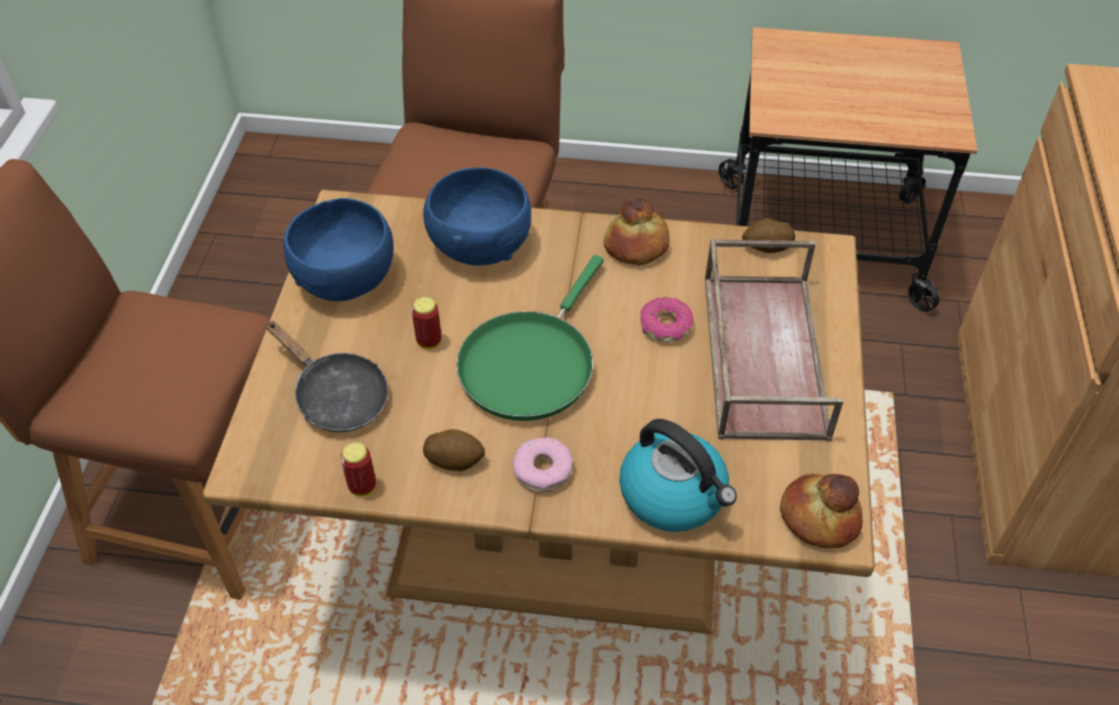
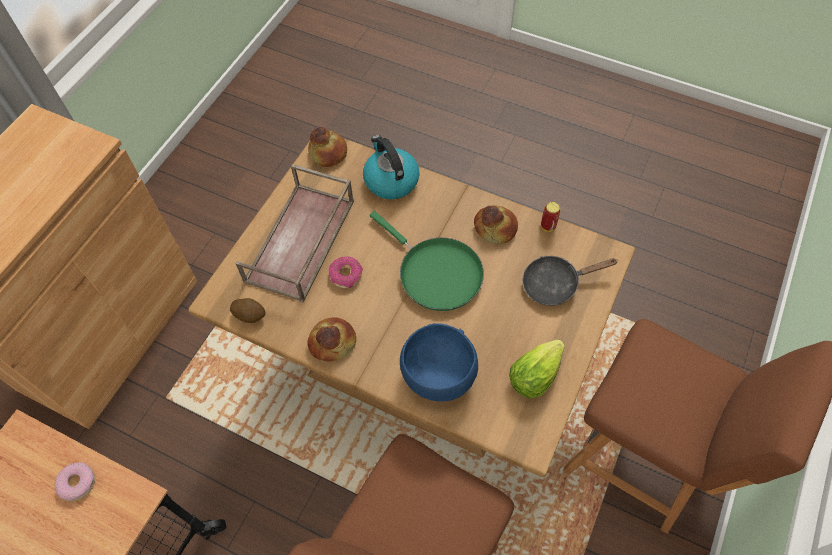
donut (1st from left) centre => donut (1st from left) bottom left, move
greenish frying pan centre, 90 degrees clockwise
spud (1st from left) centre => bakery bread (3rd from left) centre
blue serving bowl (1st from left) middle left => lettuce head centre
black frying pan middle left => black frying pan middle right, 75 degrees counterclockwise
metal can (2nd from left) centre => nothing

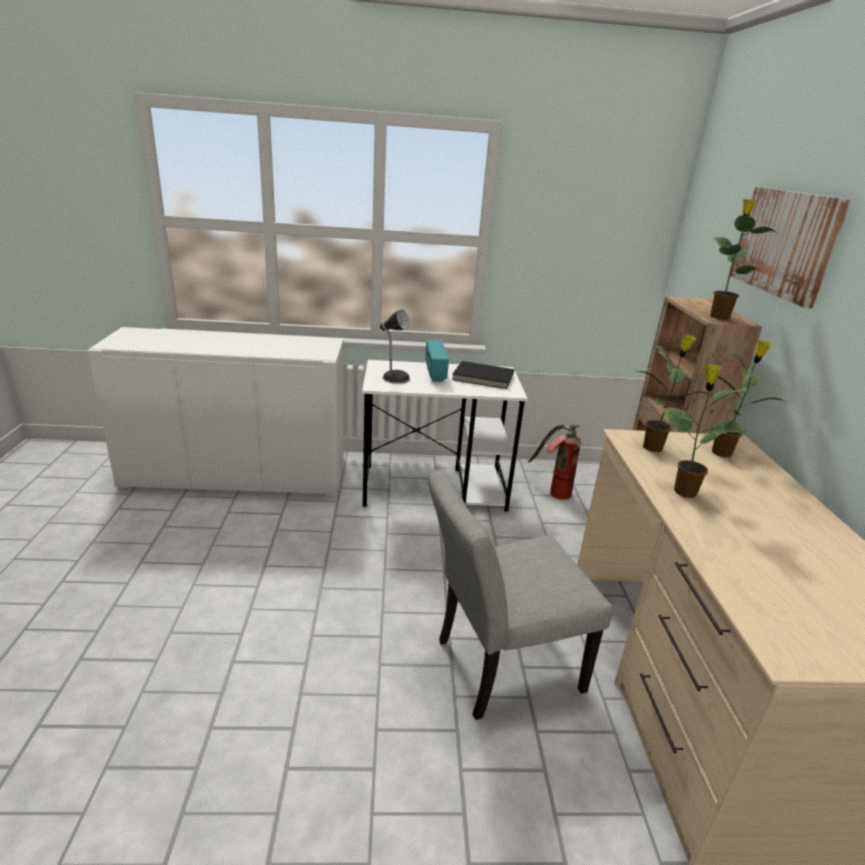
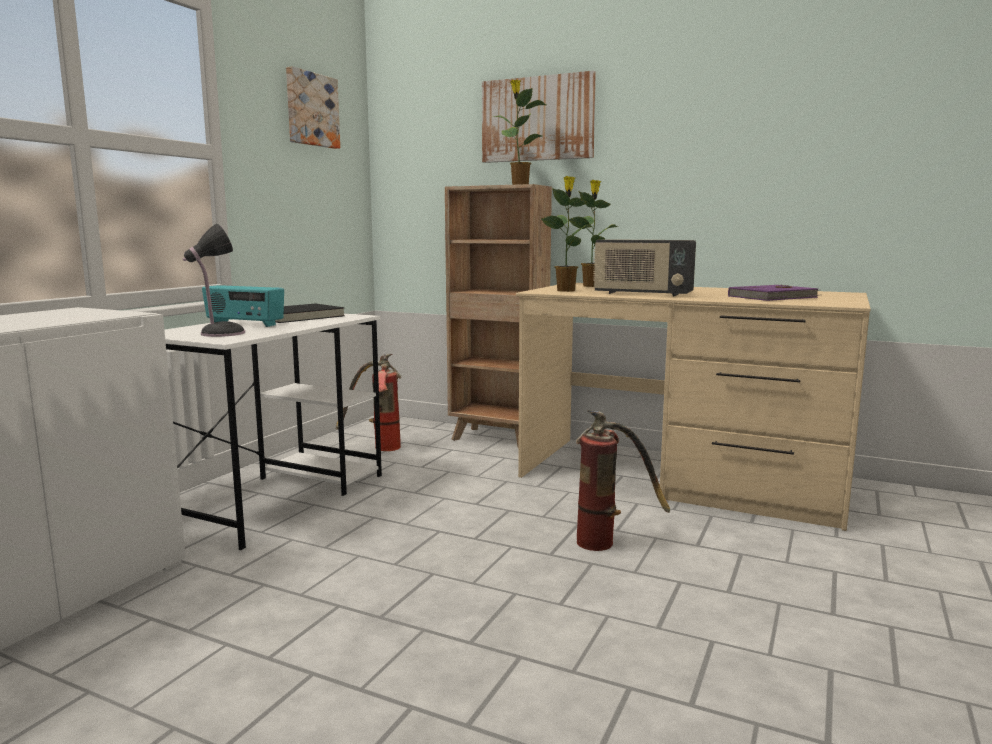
nothing => picture (1st from left) top left
grey chair bottom centre => fire extinguisher (2nd from left) centre
potted plant (2nd from left) middle right => radio (2nd from left) centre
nothing => purple-coloured book middle right

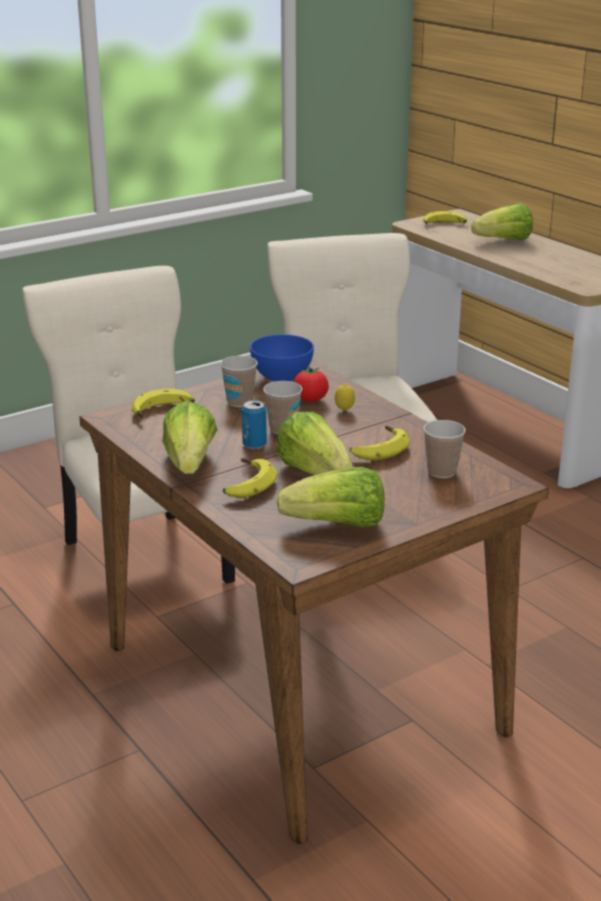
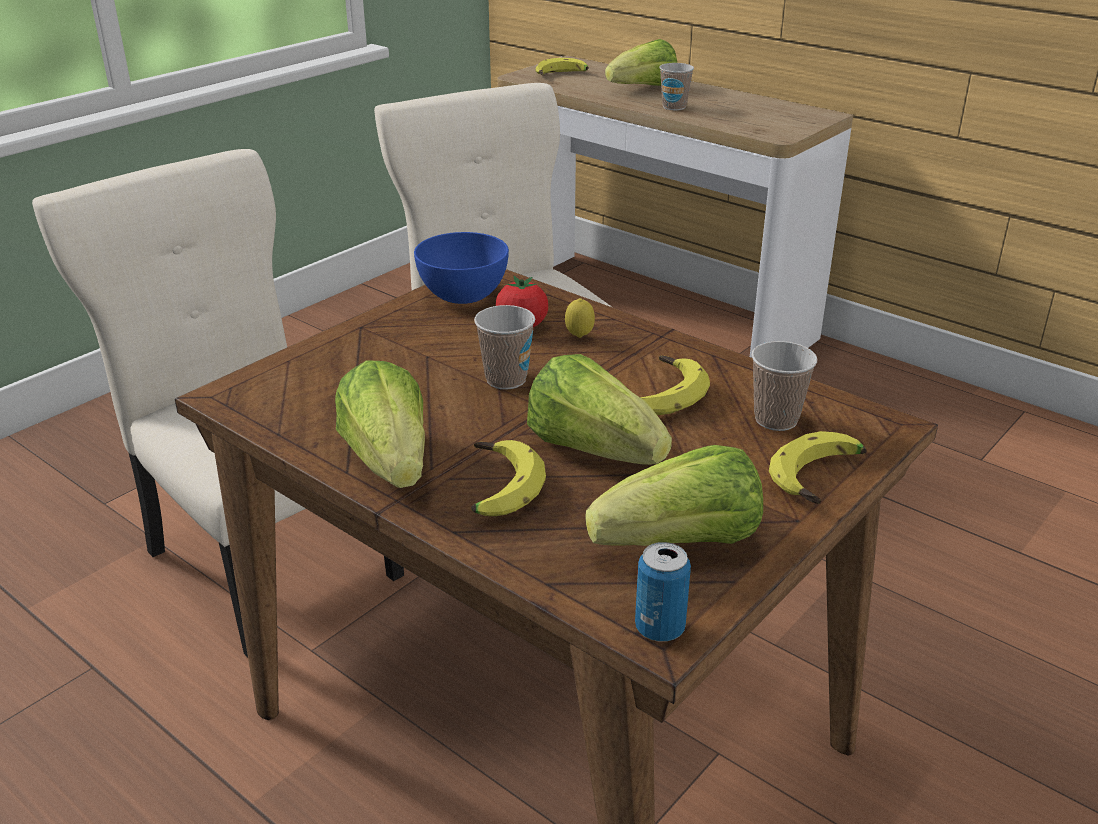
metal can centre => metal can bottom centre, move
drinking cup (1st from left in the first image) centre => drinking cup (2nd from left) top centre, move
banana fruit (1st from left in the first image) middle left => banana fruit (4th from left) middle right, move

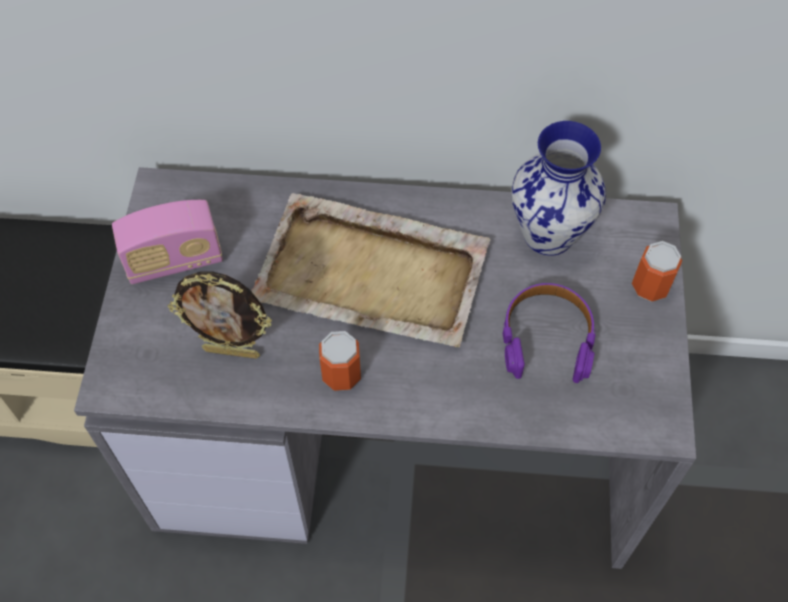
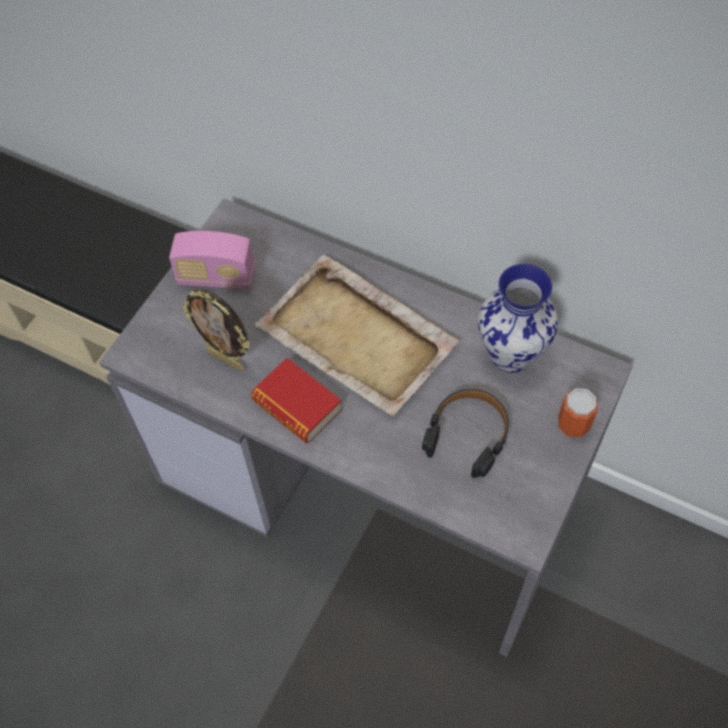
metal can (1st from left) centre => book centre
purple-coloured pair of headphones middle right => black pair of headphones centre

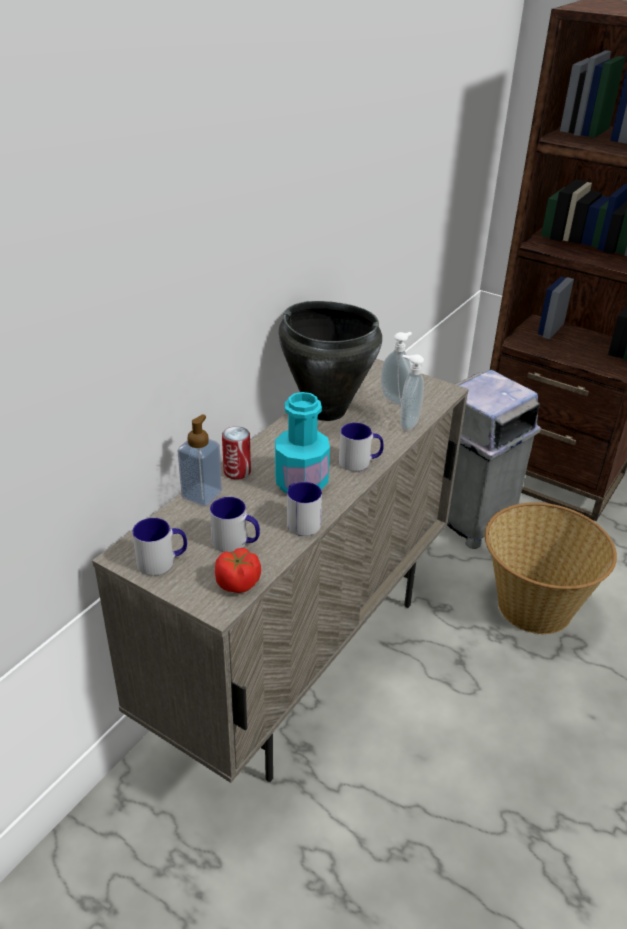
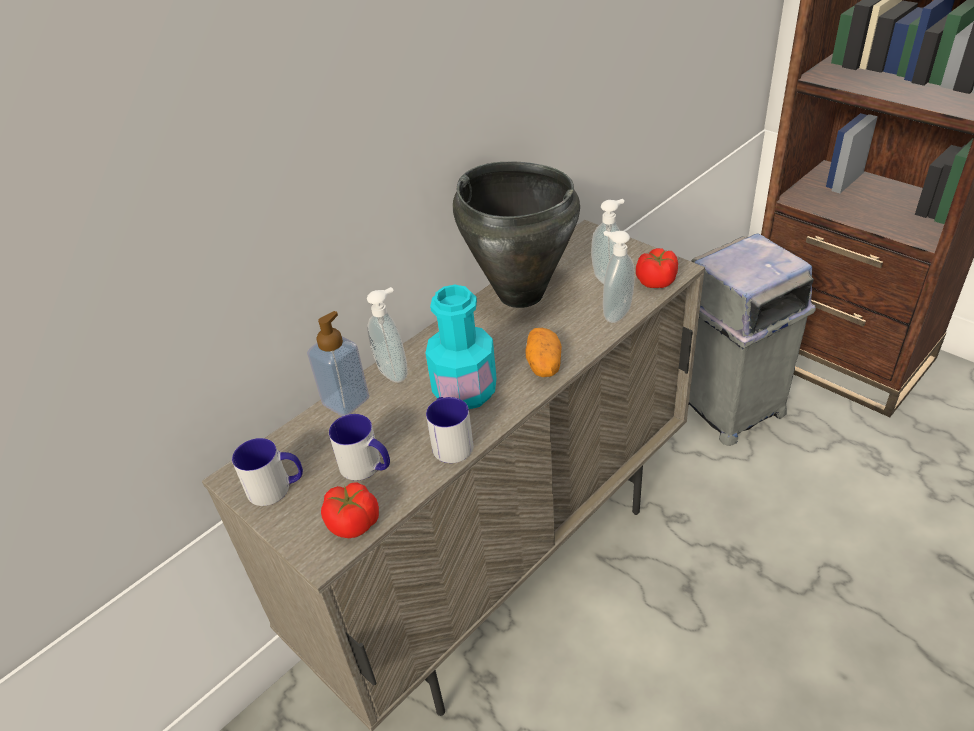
metal can centre => soap bottle (2nd from left) centre
mug (4th from left) centre => spud centre
nothing => fresh tomato (2nd from left) middle right
storage basket middle right => nothing

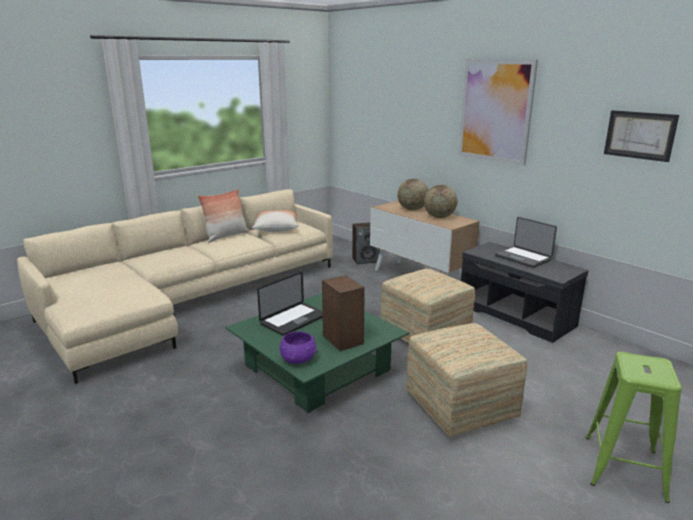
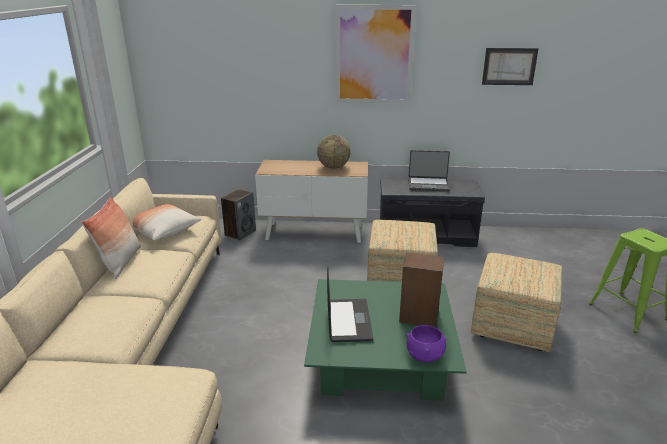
world globe (1st from left) centre => nothing

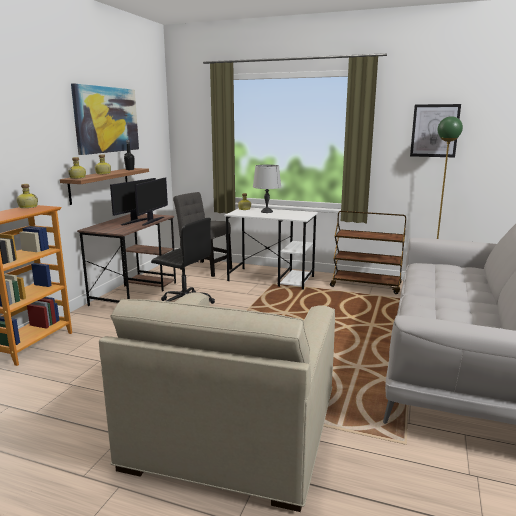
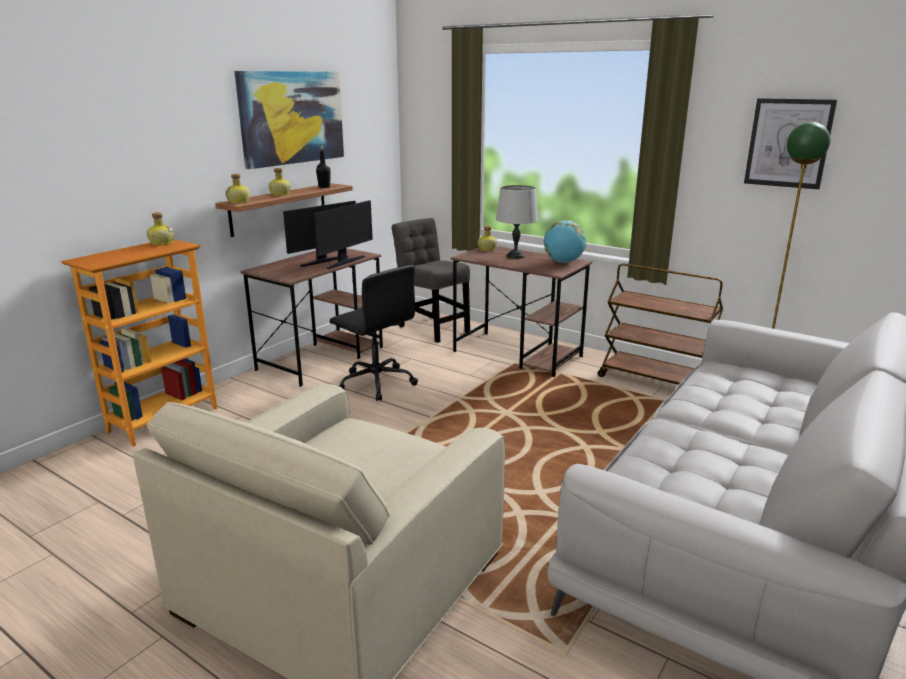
whitish desk unit centre => brownish desk unit (2nd from left) centre
nothing => world globe centre

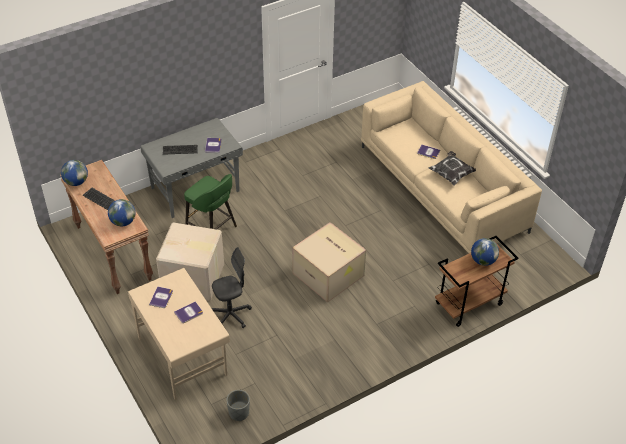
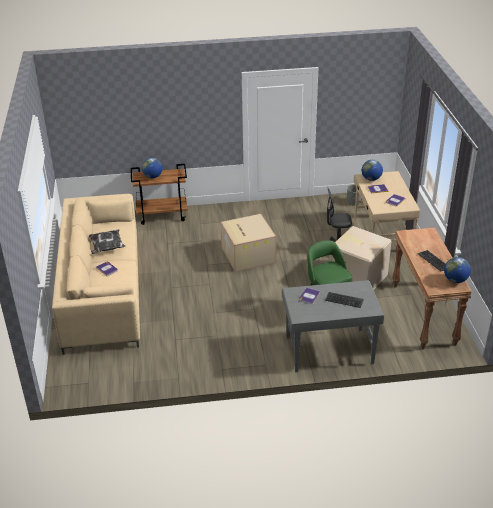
world globe (2nd from left) middle left => world globe (2nd from left) middle right, move

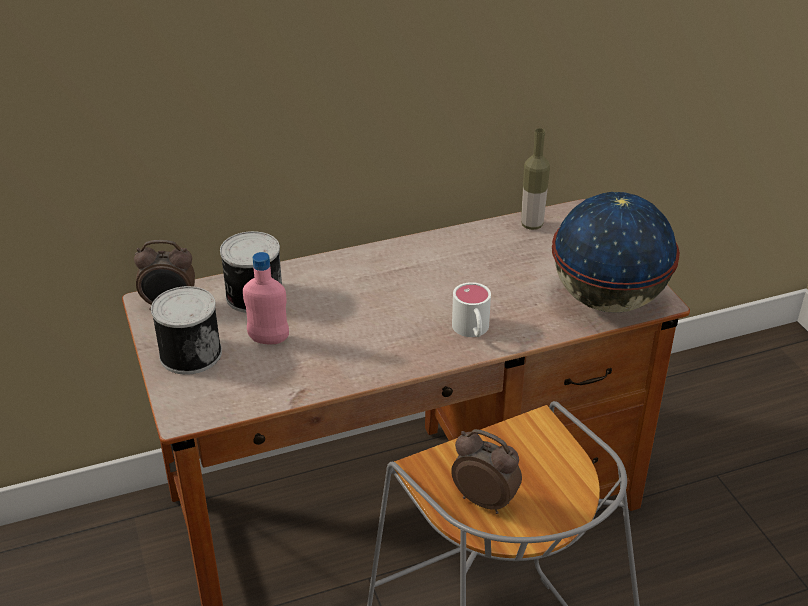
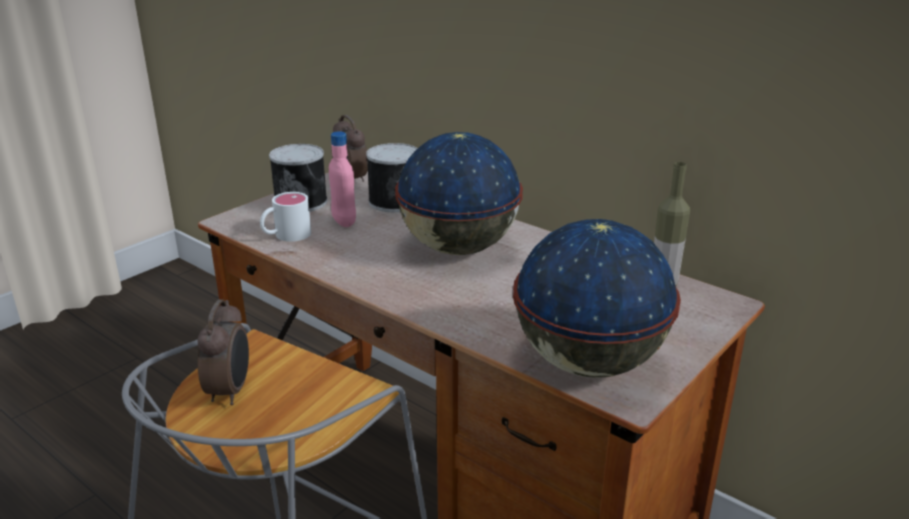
whitish mug centre => whitish mug middle left, move
nothing => world globe (1st from left) centre

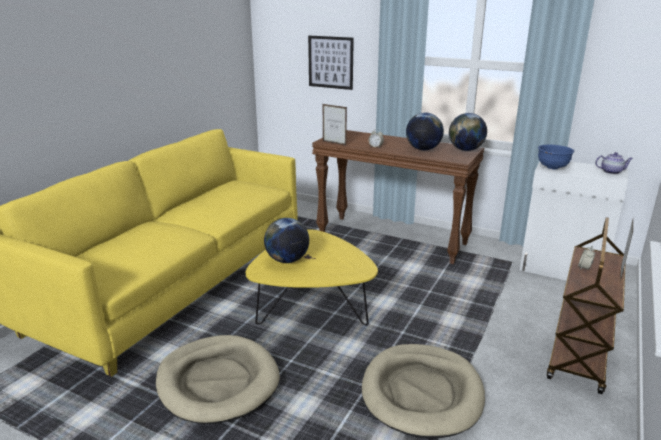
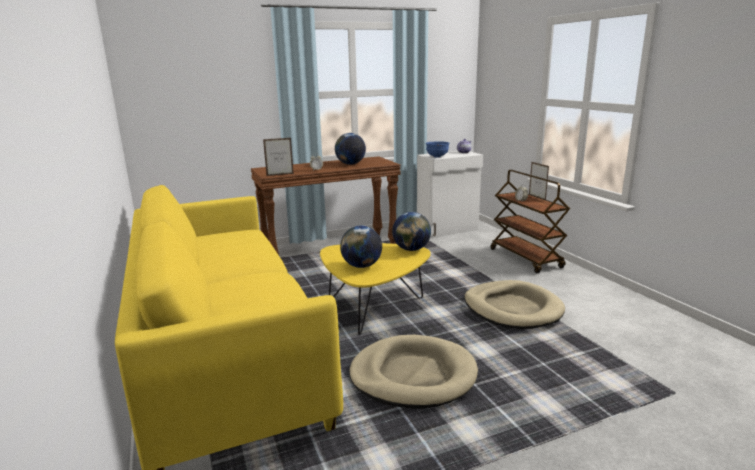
world globe (3rd from left) top right => world globe (3rd from left) centre, move
picture top centre => nothing

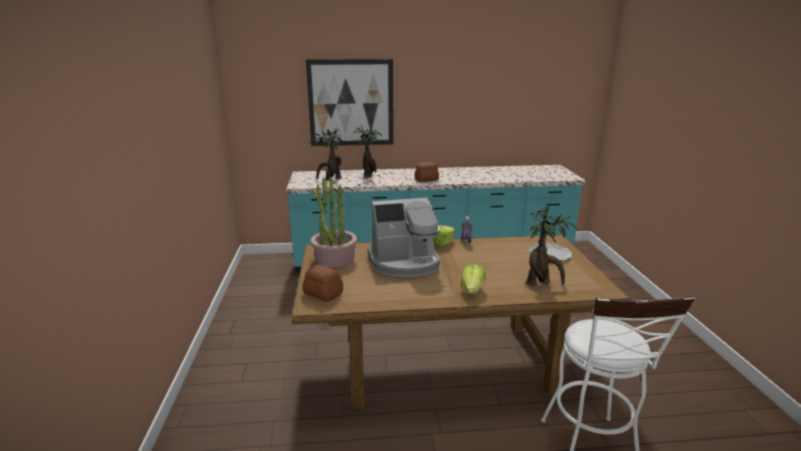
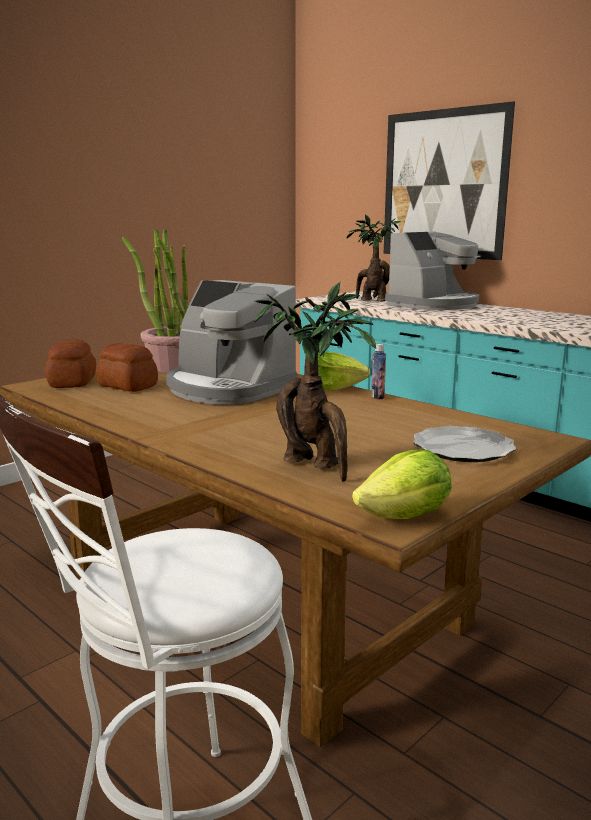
bakery bread (2nd from left) centre => bakery bread (2nd from left) middle left, move
lettuce head (2nd from left) centre => lettuce head (2nd from left) middle right, move
potted plant (3rd from left) centre => coffee brewer (2nd from left) top right

